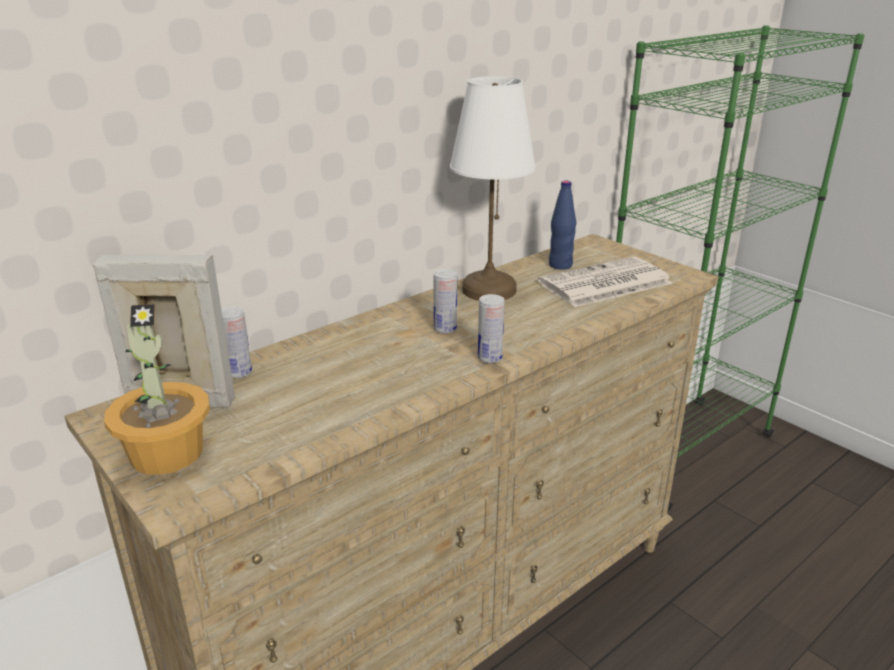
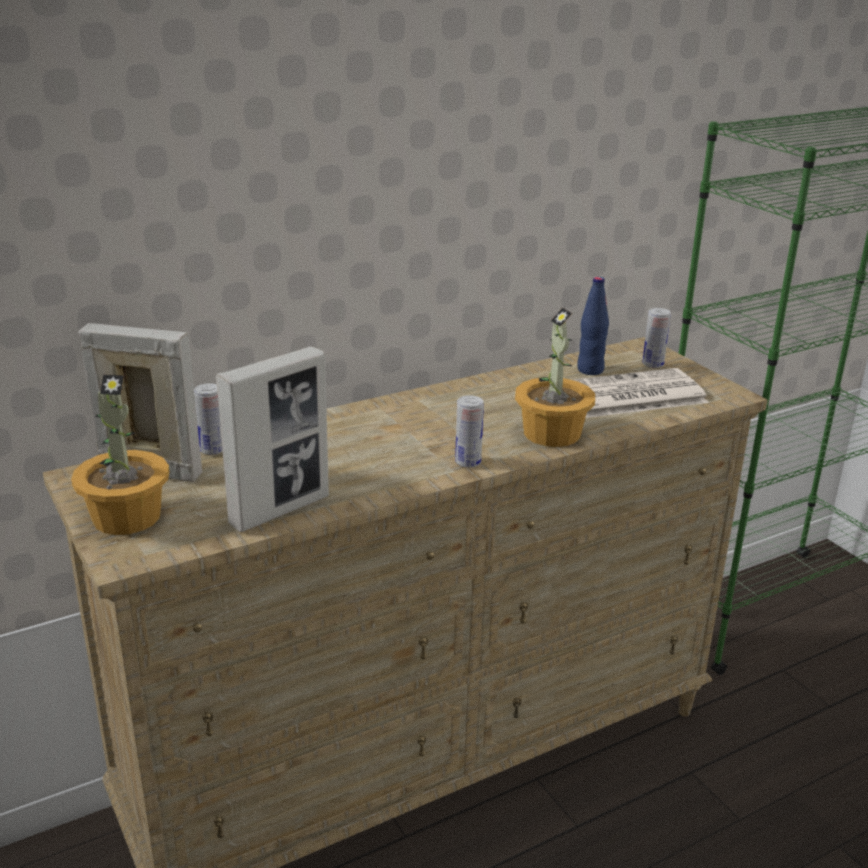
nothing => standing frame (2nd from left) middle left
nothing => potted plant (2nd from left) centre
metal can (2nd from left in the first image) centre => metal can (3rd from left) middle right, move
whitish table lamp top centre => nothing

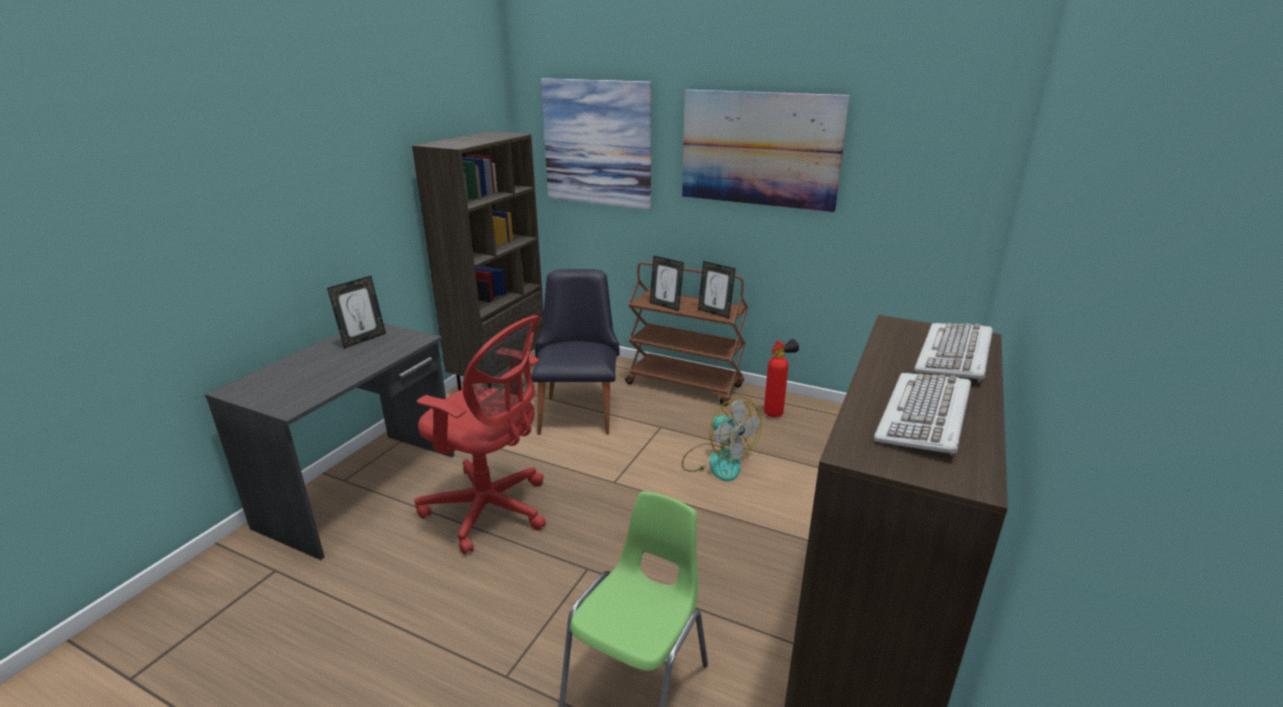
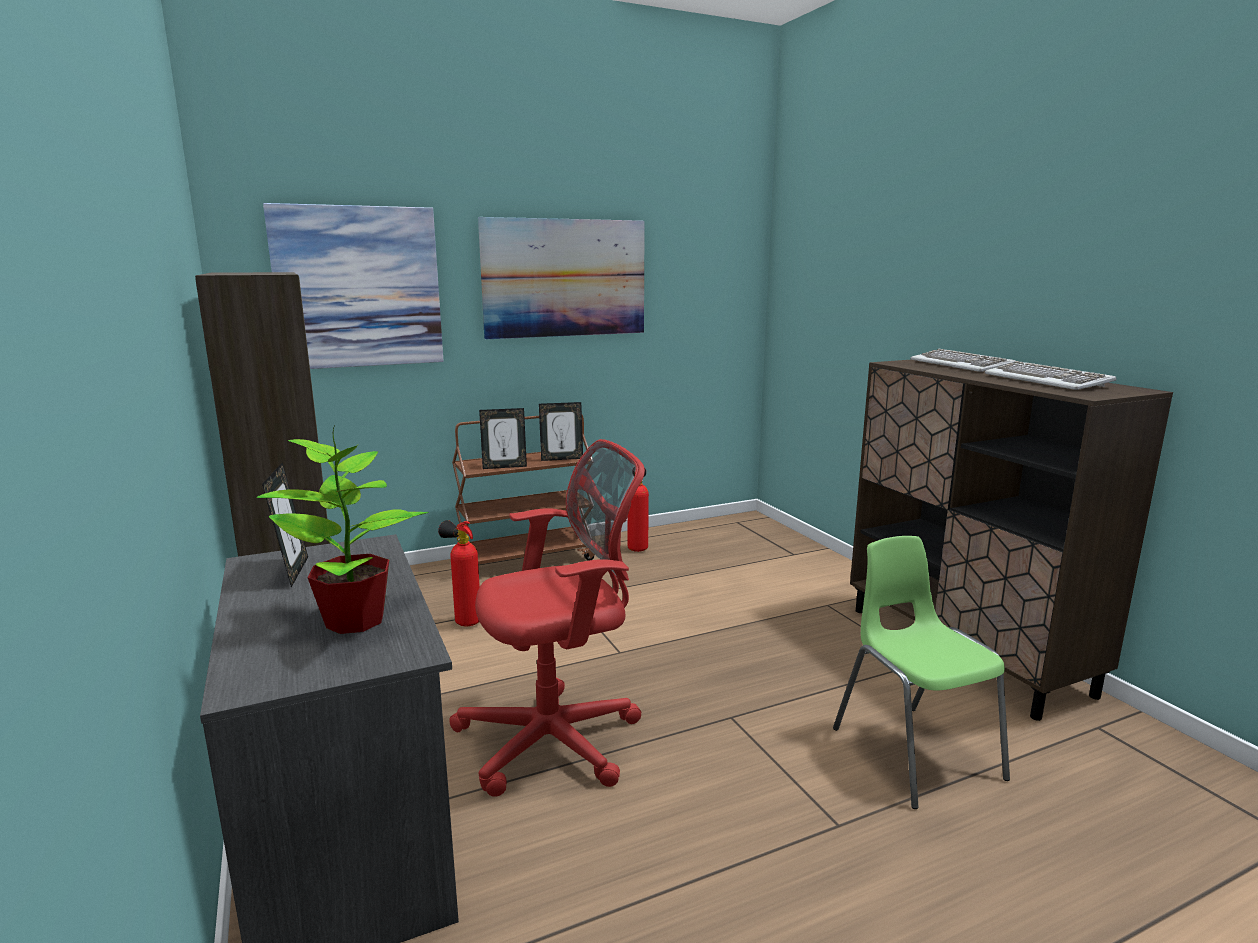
nothing => potted plant middle left
black chair centre => fire extinguisher (1st from left) centre
fan centre => nothing

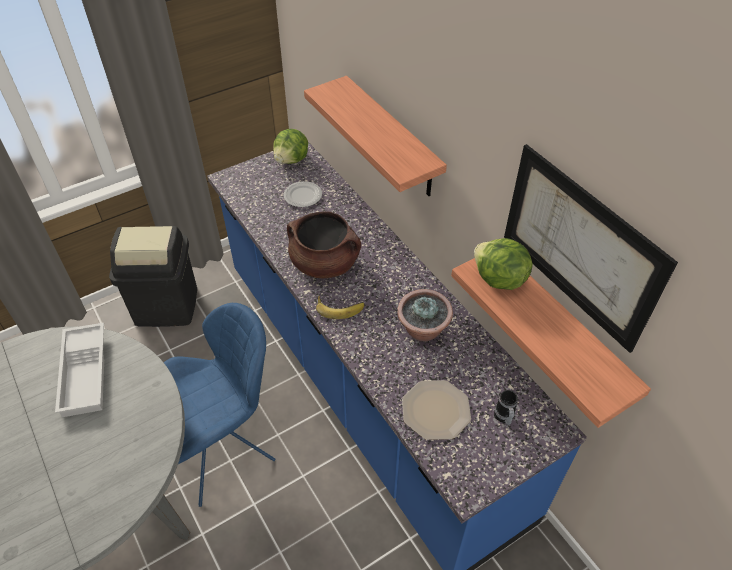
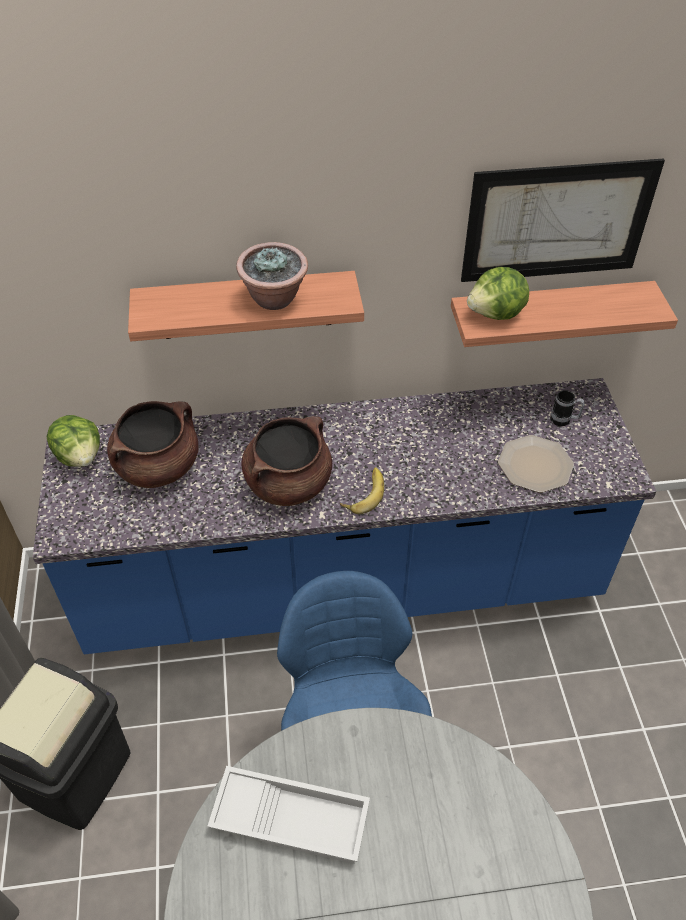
flat dish (1st from left) centre => brownish stockpot (1st from left) middle left
potted plant centre => potted plant top centre, move

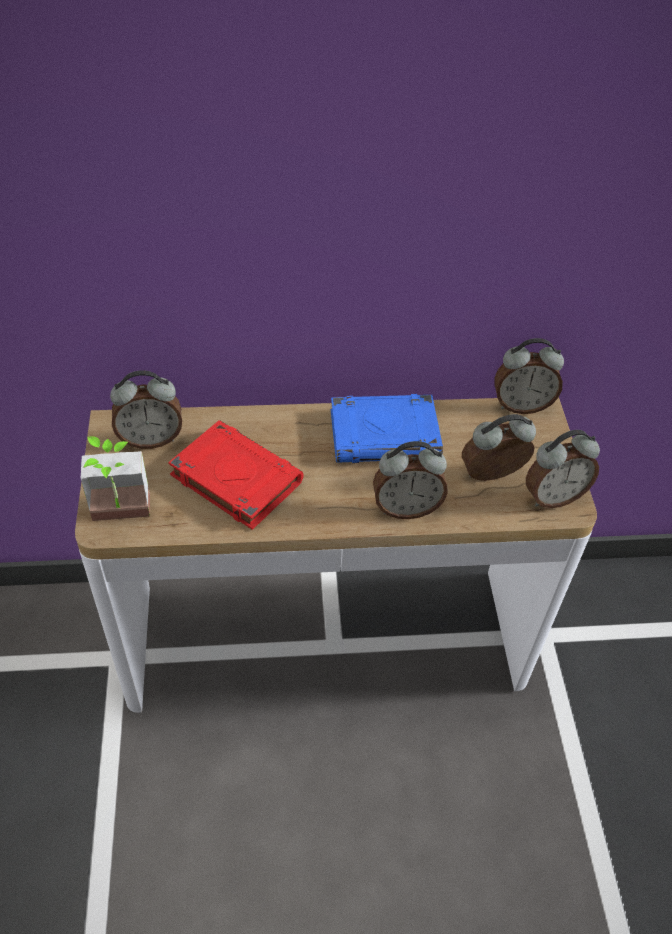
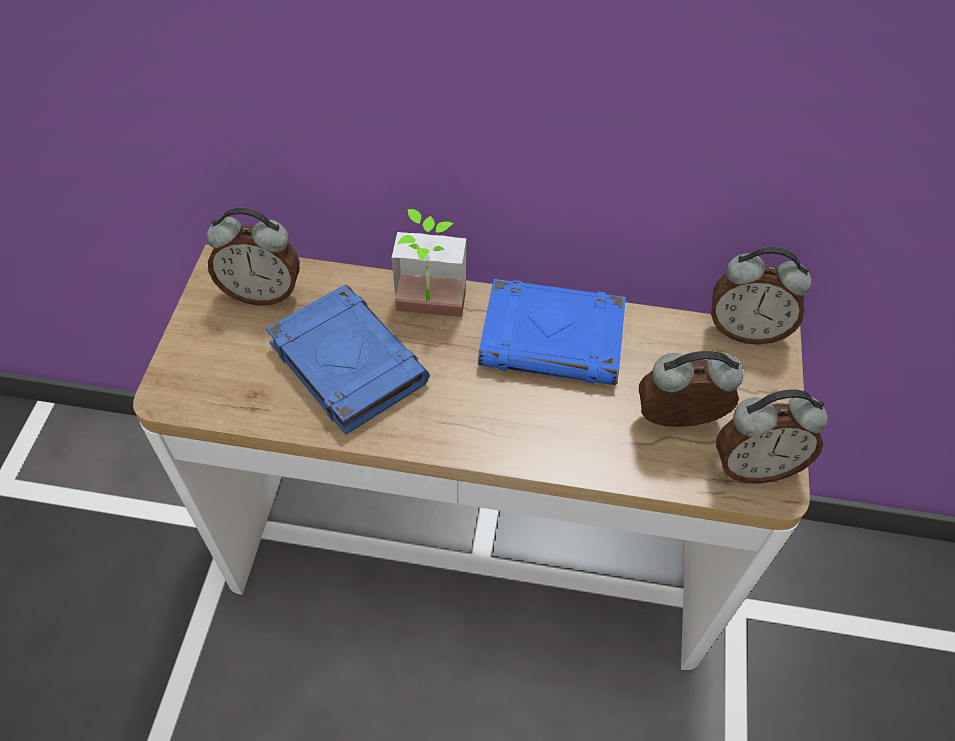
reddish book centre => blue book (1st from left) centre
potted plant middle left => potted plant centre, move
table clock (2nd from left) centre => nothing

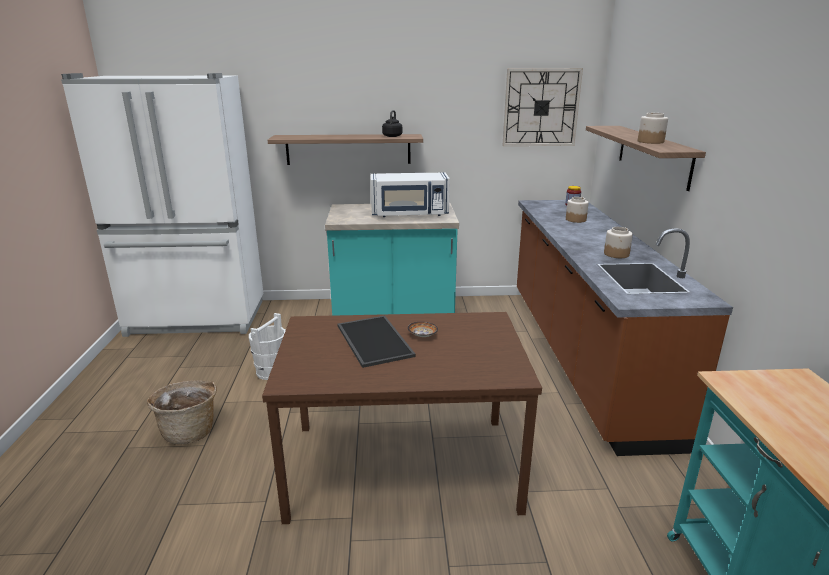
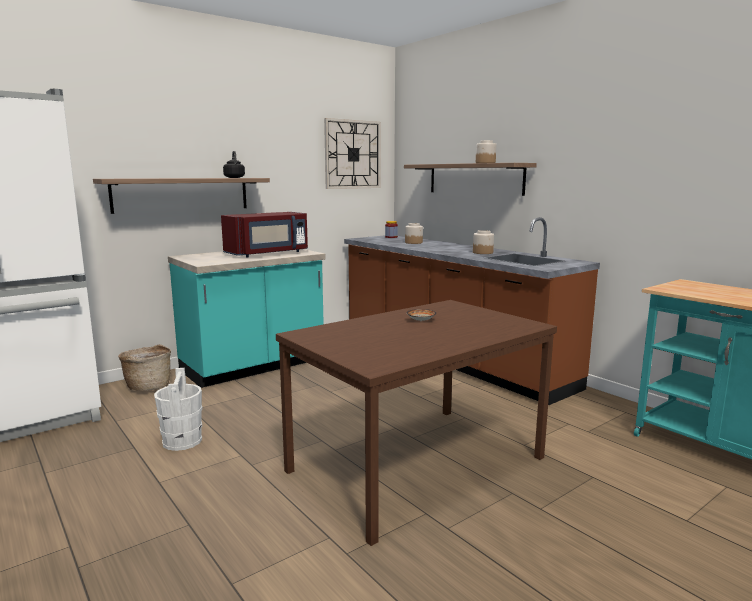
storage basket bottom left => storage basket middle left, move
whitish kitchen microwave centre => reddish kitchen microwave centre
tray centre => nothing

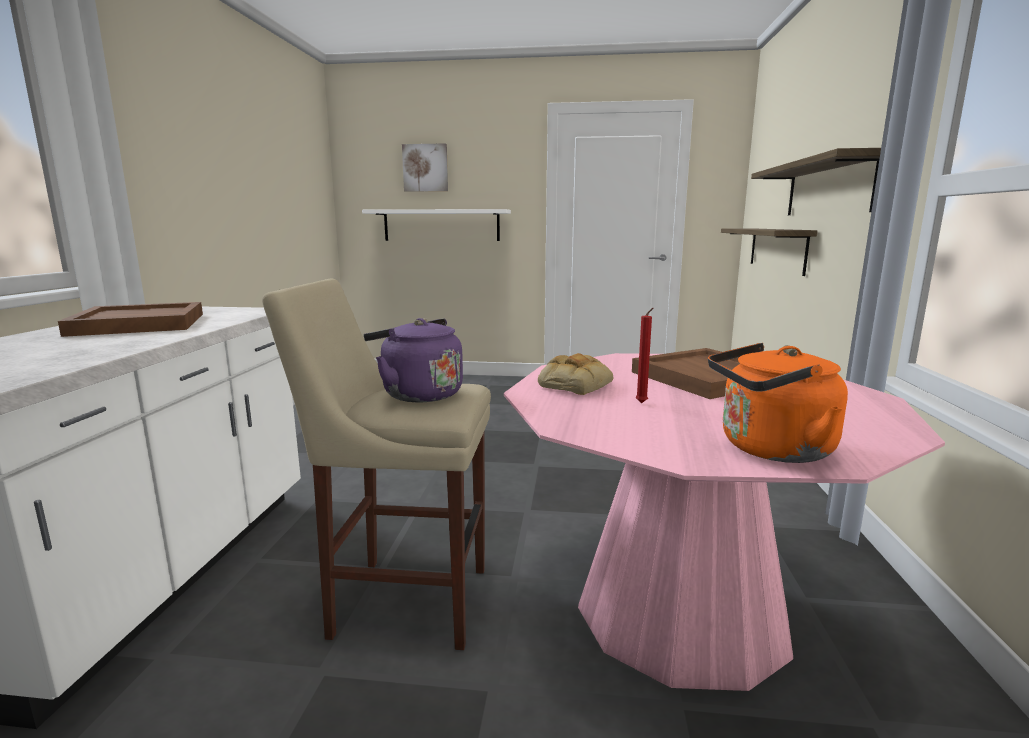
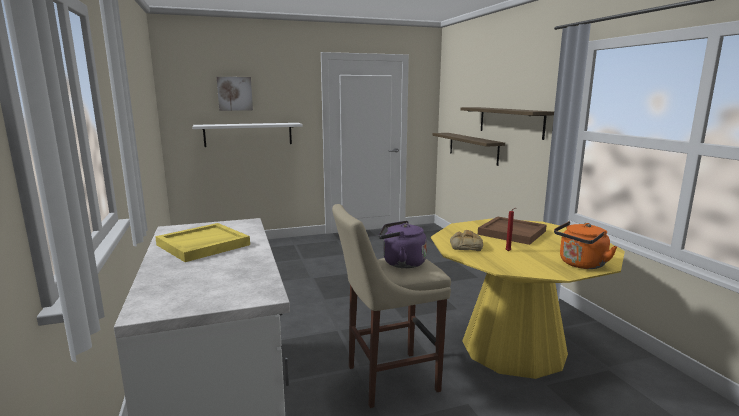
brownish tray (1st from left) middle left => yellowish tray middle left
pink-coloured dining table bottom right => yellowish dining table bottom right

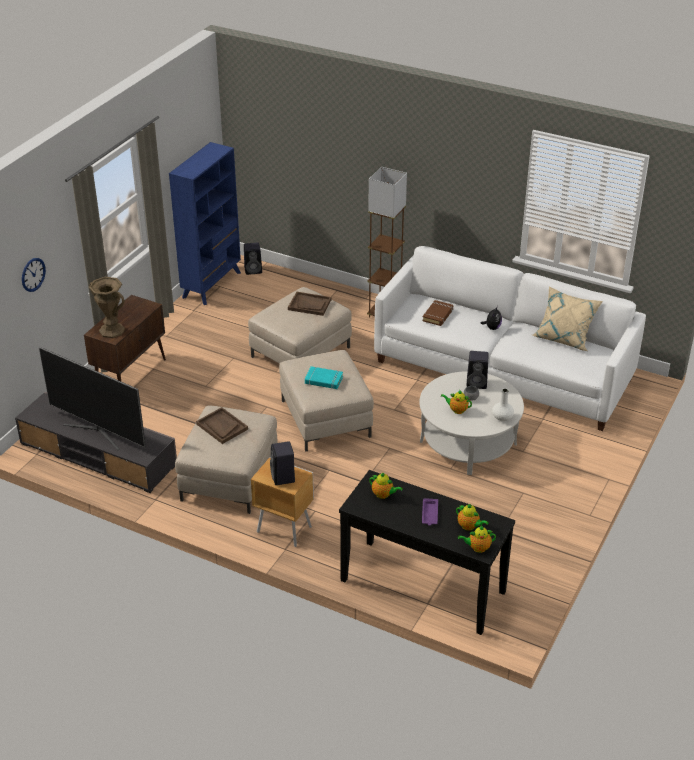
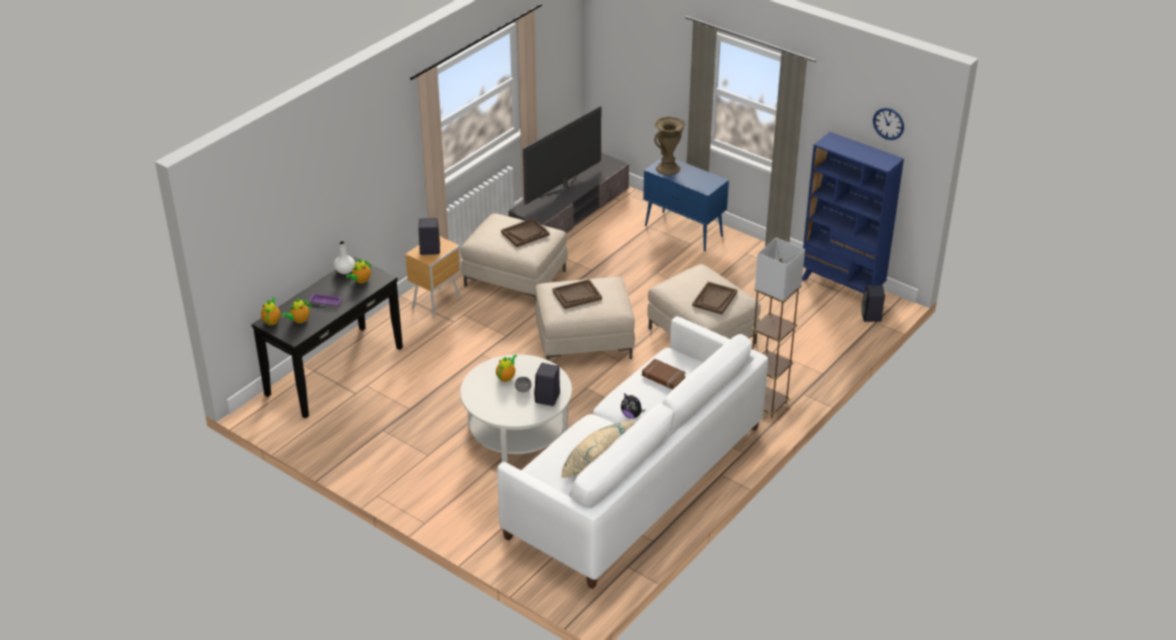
whitish flower vase middle right => whitish flower vase middle left, move
turquoise book centre => brownish tray (2nd from left) centre
brownish cabinet middle left => blue cabinet top centre
wall clock middle left => wall clock top right, move

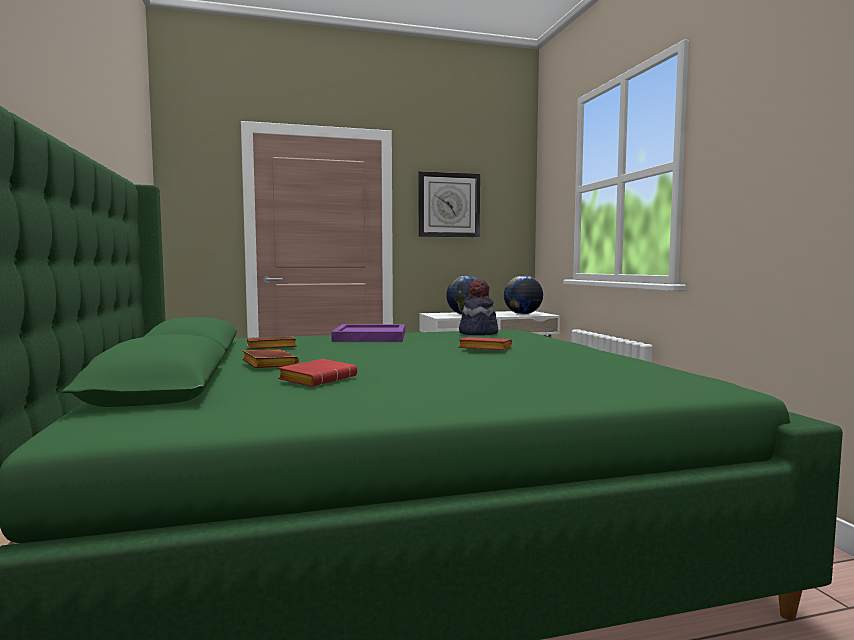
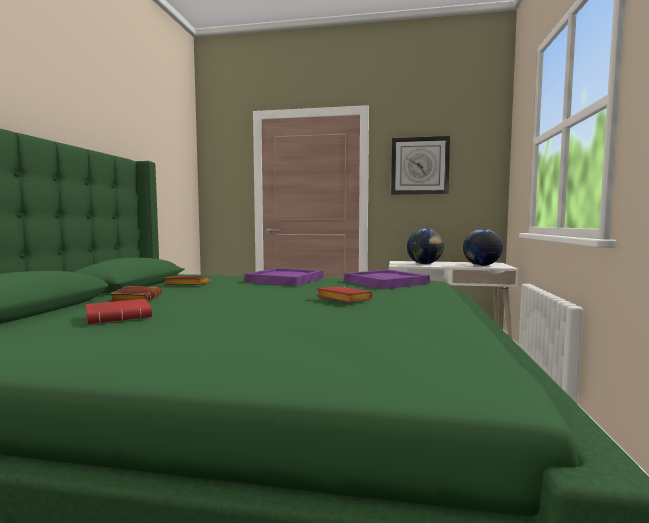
clothing hat centre => purple-coloured tray (2nd from left) centre

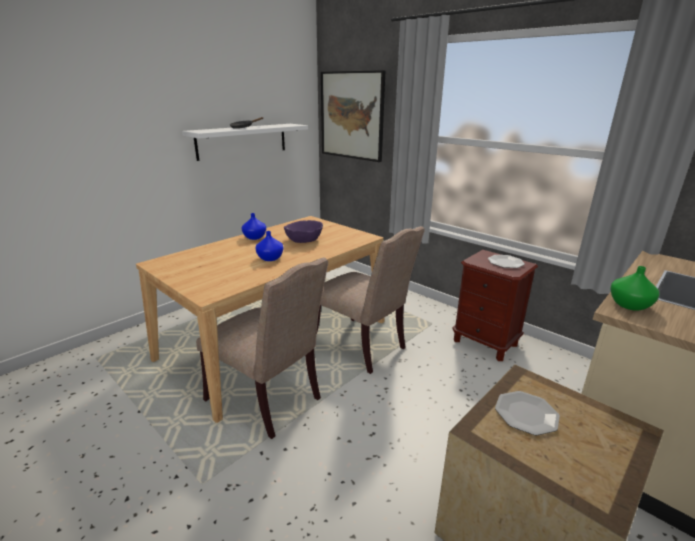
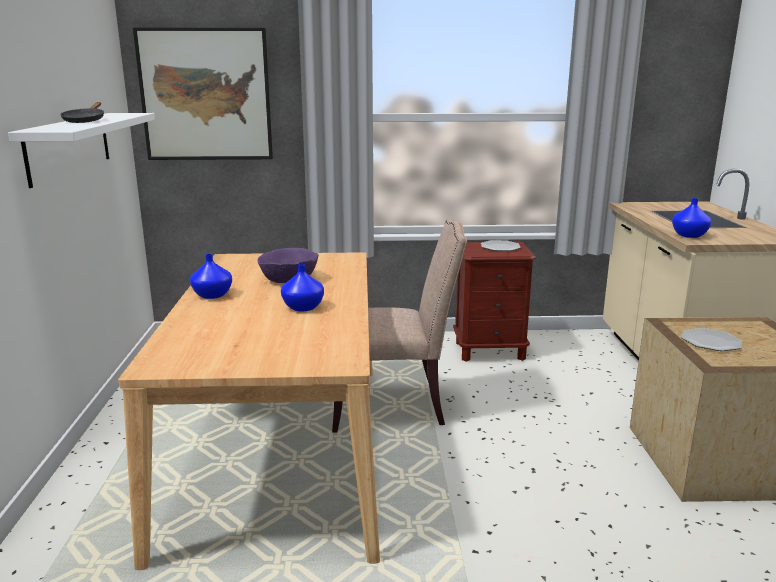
greenish flower vase middle right => blue flower vase (3rd from left) middle right
sand-coloured chair (1st from left) centre => nothing

